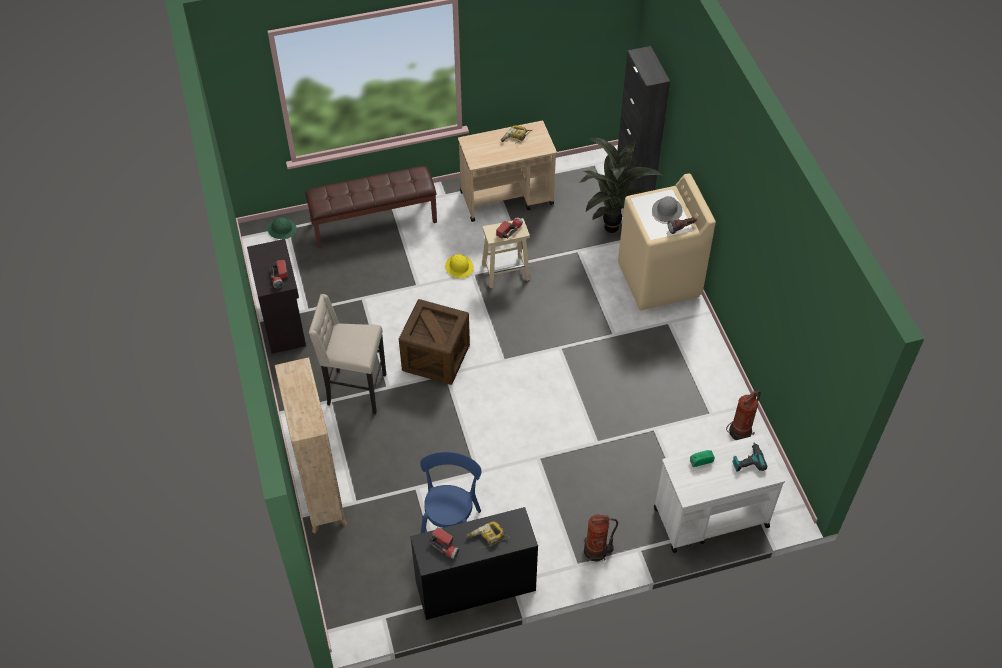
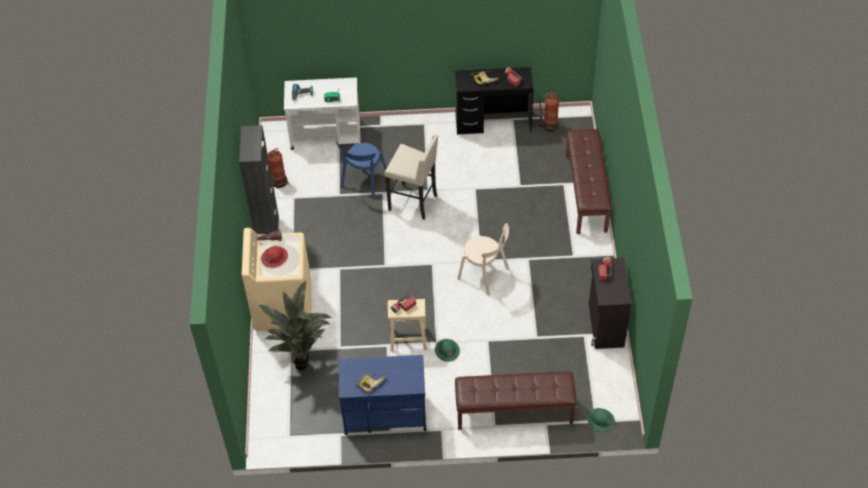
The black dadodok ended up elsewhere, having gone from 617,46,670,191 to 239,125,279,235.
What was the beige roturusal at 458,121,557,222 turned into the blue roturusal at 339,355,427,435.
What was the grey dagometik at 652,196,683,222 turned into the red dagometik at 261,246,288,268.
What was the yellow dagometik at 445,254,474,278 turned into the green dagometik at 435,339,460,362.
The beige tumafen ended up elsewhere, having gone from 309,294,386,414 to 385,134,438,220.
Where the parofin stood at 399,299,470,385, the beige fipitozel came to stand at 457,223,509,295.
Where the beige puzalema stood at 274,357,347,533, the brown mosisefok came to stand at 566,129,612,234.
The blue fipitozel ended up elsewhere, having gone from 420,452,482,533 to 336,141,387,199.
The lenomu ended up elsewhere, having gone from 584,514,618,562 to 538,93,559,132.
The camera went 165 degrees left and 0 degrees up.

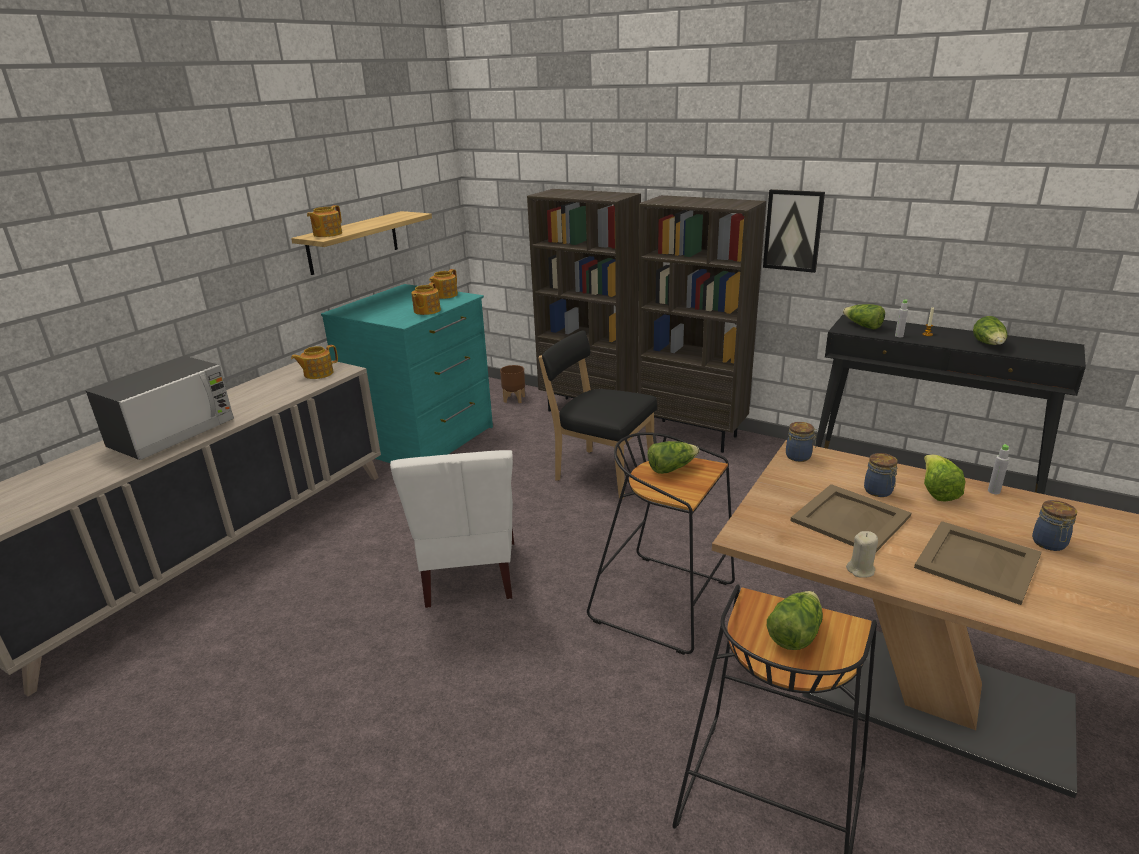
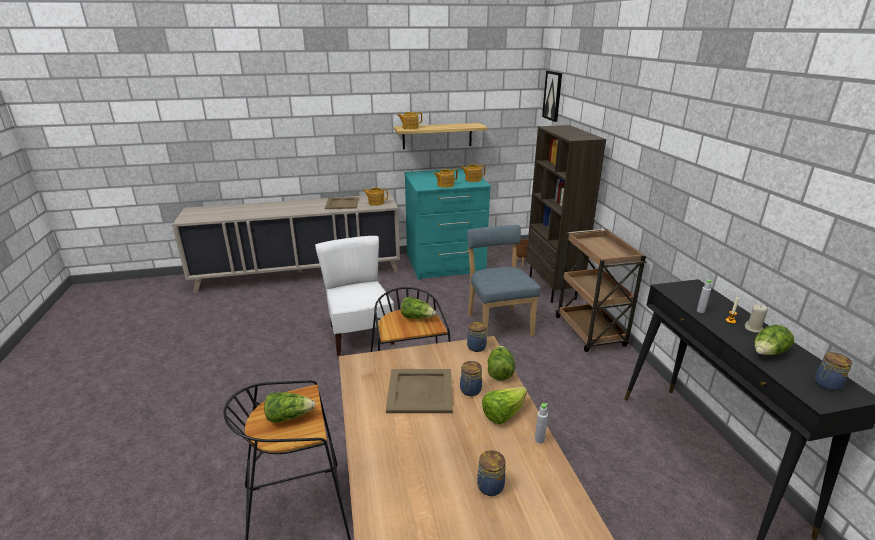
The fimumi ended up elsewhere, having gone from 763,189,825,273 to 542,71,562,122.
Where the brown puzalema stood at 638,195,766,453, the brown roturusal came to stand at 555,229,647,352.
The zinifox ended up elsewhere, having gone from 843,304,885,329 to 488,346,515,381.
What was the black fipitozel at 538,330,657,499 turned into the blue fipitozel at 467,225,541,337.
The second view lost the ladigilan at 86,356,234,460.
The white fipitozel at 390,450,514,608 ended up facing another way, 120 degrees clockwise from before.
The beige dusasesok ended up elsewhere, having gone from 914,521,1042,605 to 325,197,359,209.
The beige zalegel ended up elsewhere, having gone from 846,531,878,578 to 745,305,768,333.
The second view gained the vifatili at 815,352,853,391.
The camera went 45 degrees right and 0 degrees up.

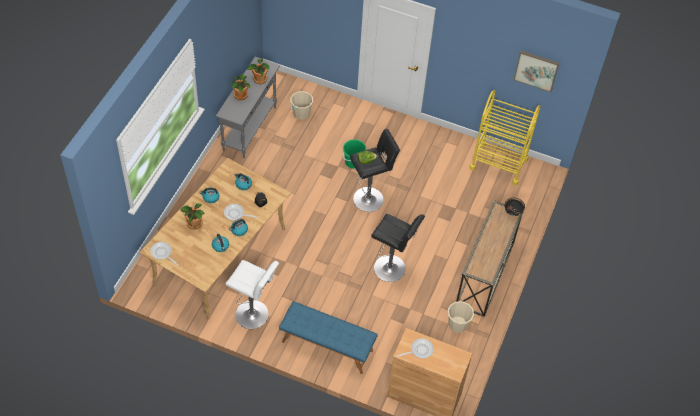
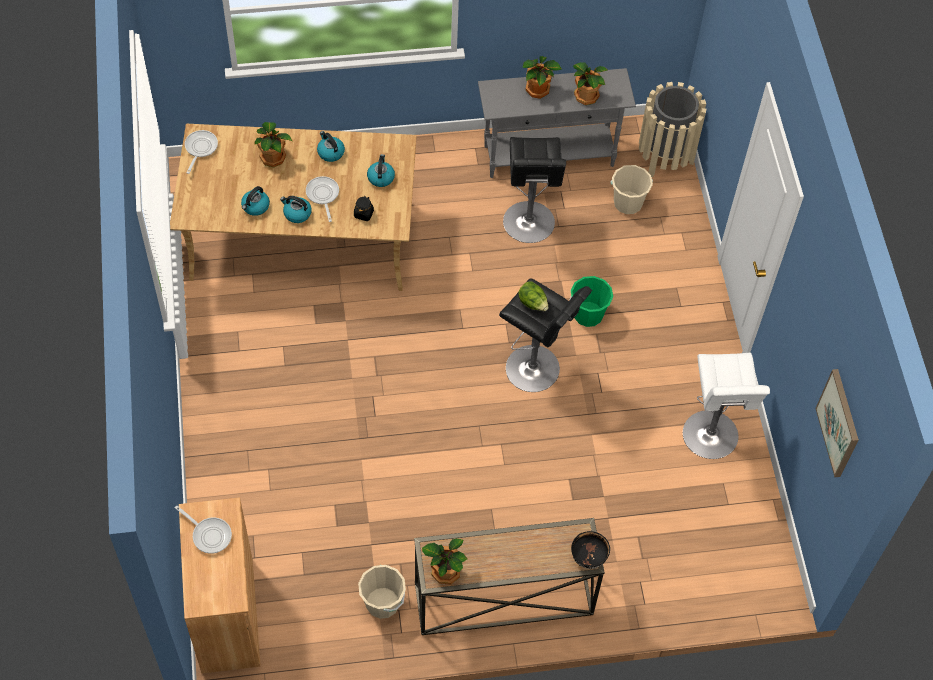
The second view lost the yellow roturusal at 469,90,541,185.
The black tumafen ended up elsewhere, having gone from 371,214,425,282 to 503,137,566,243.
The white tumafen ended up elsewhere, having gone from 226,260,279,329 to 683,353,770,459.
The second view lost the blue mosisefok at 279,301,378,374.
The second view gained the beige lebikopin at 639,82,706,177.
The second view gained the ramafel at 422,538,467,585.
The camera went 60 degrees right and 5 degrees up.

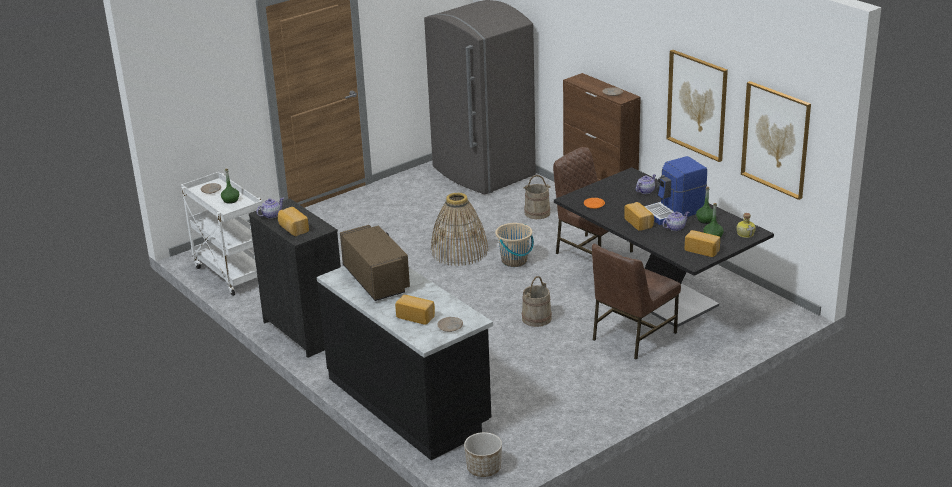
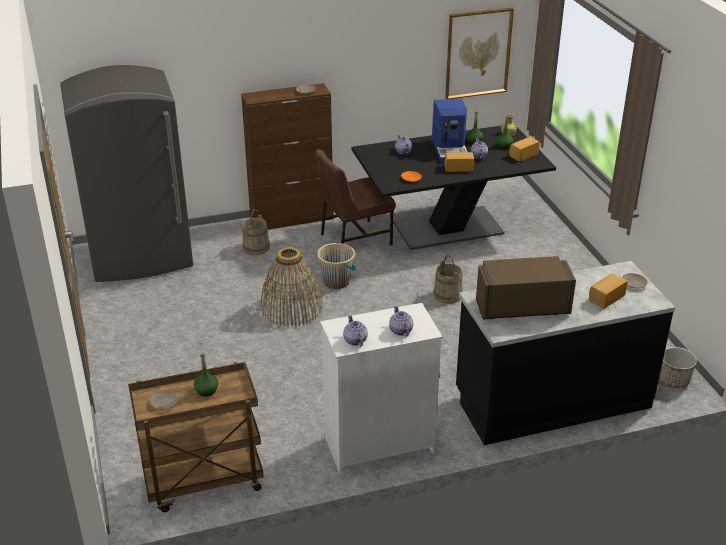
The second view lost the fimumi at 667,50,728,162.
What was the white roturusal at 181,172,262,296 turned into the brown roturusal at 128,362,263,512.
What was the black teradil at 249,199,341,358 turned into the white teradil at 320,303,442,474.
Where the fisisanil stood at 278,207,309,236, the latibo came to stand at 389,306,413,337.
The second view lost the brown fipitozel at 592,244,681,359.
The camera went 70 degrees left and 5 degrees up.

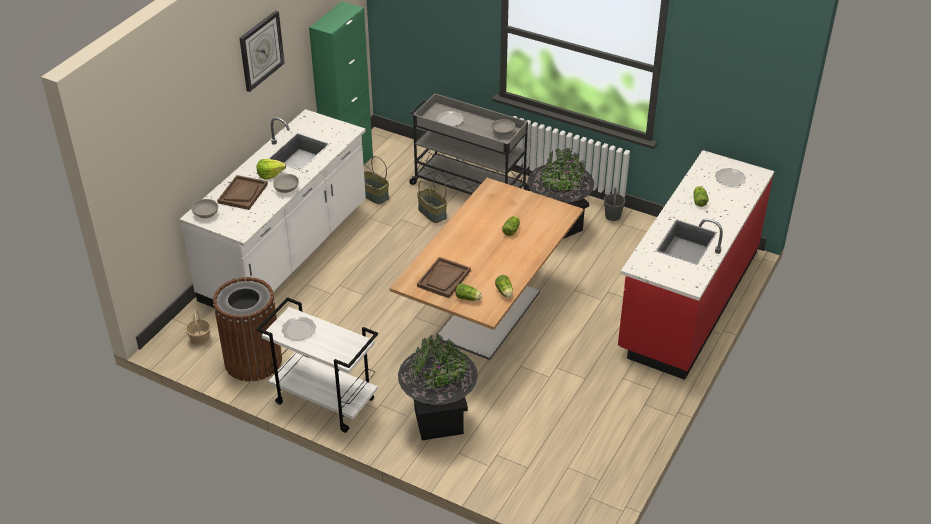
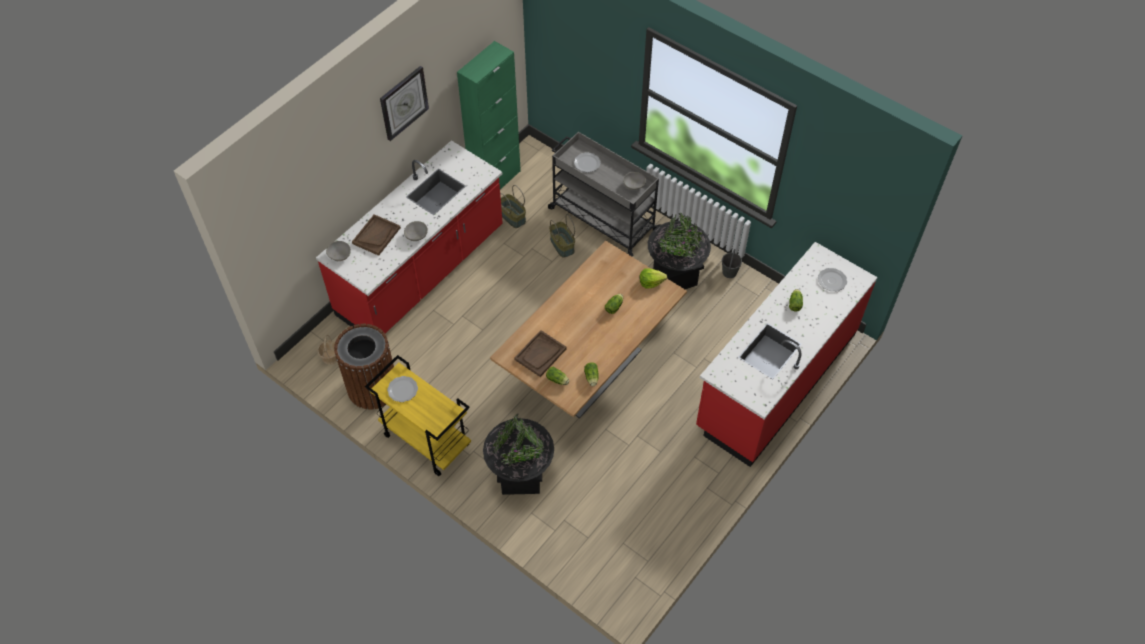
What was the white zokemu at 180,109,366,308 turned into the red zokemu at 316,140,503,333.
The zinifox ended up elsewhere, having gone from 256,159,286,180 to 639,268,667,289.
What was the white roturusal at 257,297,378,433 turned into the yellow roturusal at 365,355,471,476.
The camera went 10 degrees right and 15 degrees up.

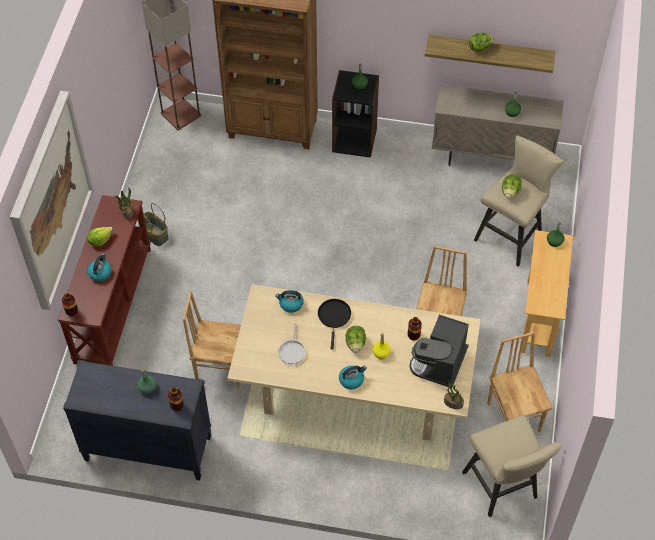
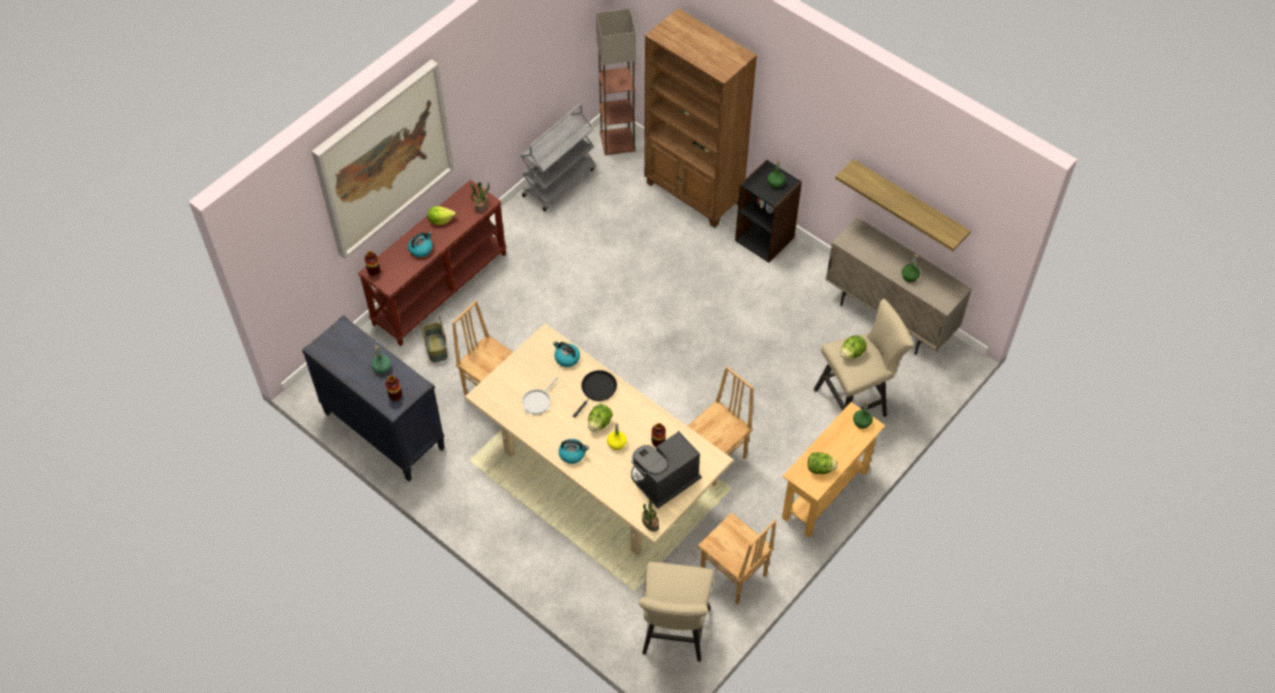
The zinifox ended up elsewhere, having gone from 469,32,494,52 to 808,452,838,474.
The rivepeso ended up elsewhere, having gone from 137,203,169,246 to 420,316,447,363.
The brown fipitozel at 487,332,552,432 ended up facing another way, 120 degrees clockwise from before.
The second view gained the grey roturusal at 520,104,596,211.
The camera went 30 degrees right and 0 degrees up.

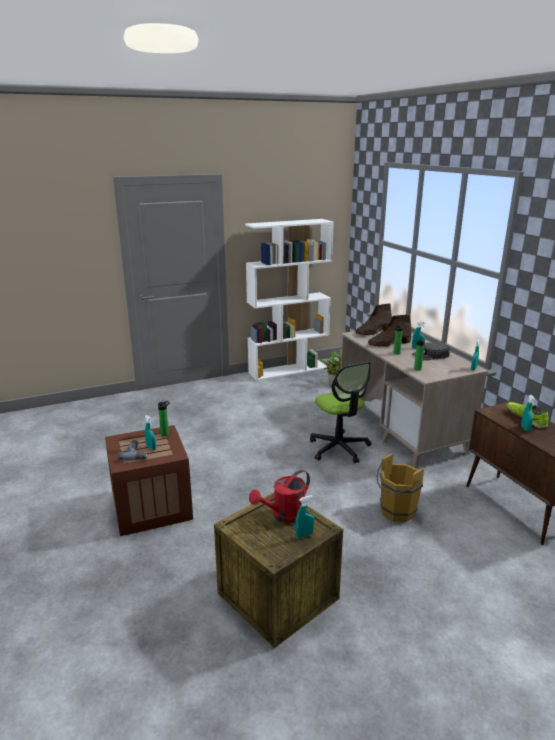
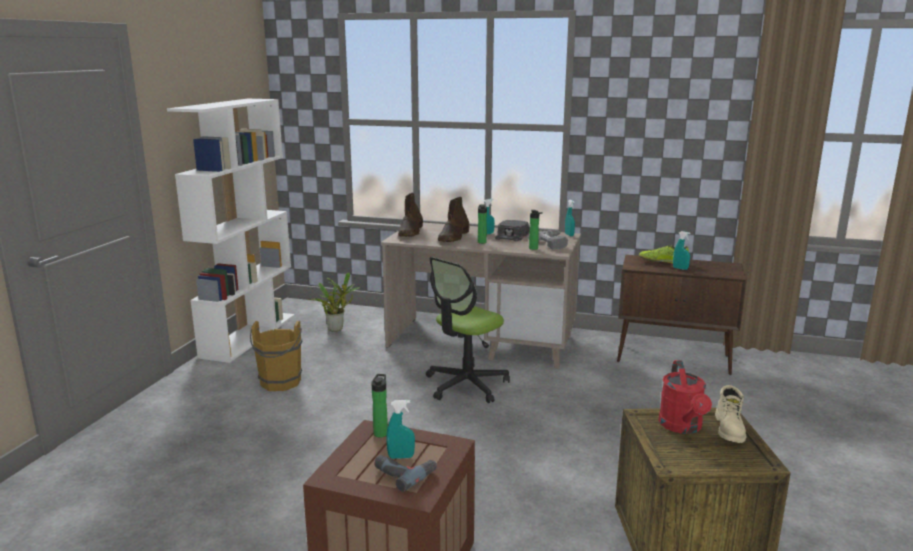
The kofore at 310,362,372,463 ended up facing another way, 120 degrees clockwise from before.
The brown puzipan ended up elsewhere, having gone from 377,453,424,522 to 250,321,302,391.
Where the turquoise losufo stood at 295,495,314,538, the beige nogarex came to stand at 715,385,746,443.
The second view gained the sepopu at 528,230,568,249.
The camera went 50 degrees left and 5 degrees down.

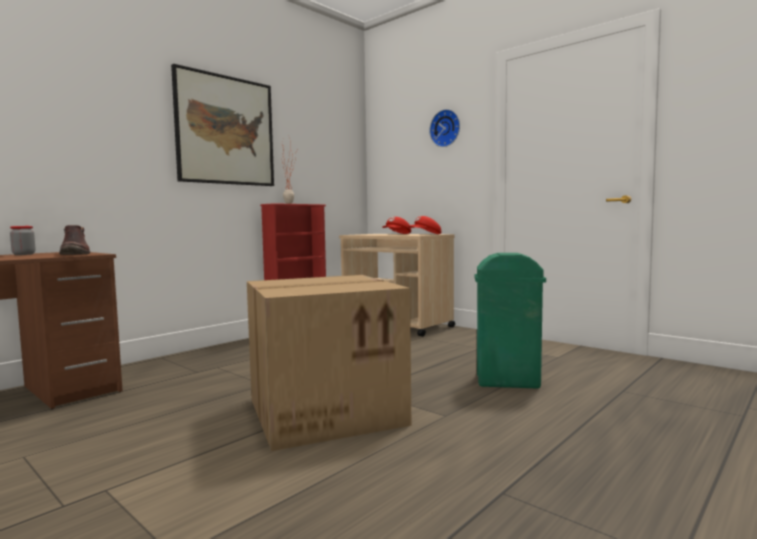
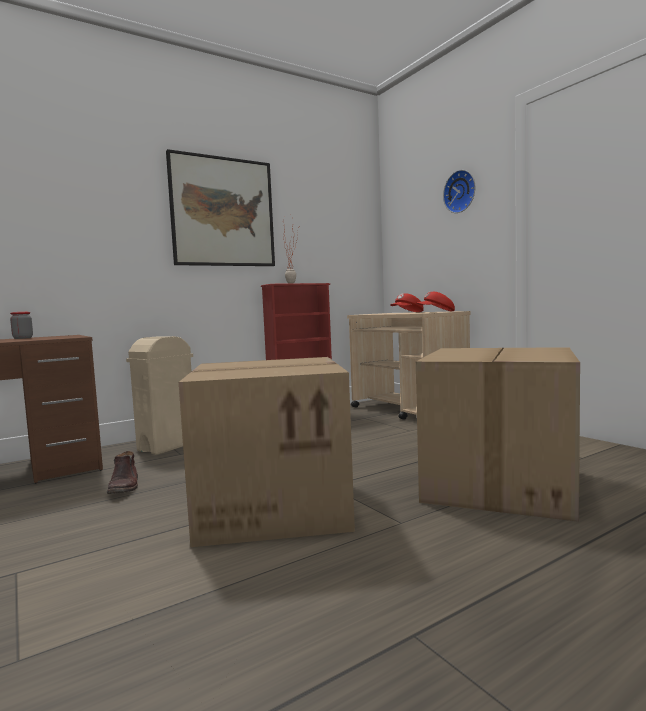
The brown nogarex ended up elsewhere, having gone from 59,225,90,255 to 107,451,138,494.
Where the green lebikopin stood at 474,253,546,389, the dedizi came to stand at 416,347,580,522.
The second view gained the beige lebikopin at 126,336,193,455.
The camera went 15 degrees right and 0 degrees up.

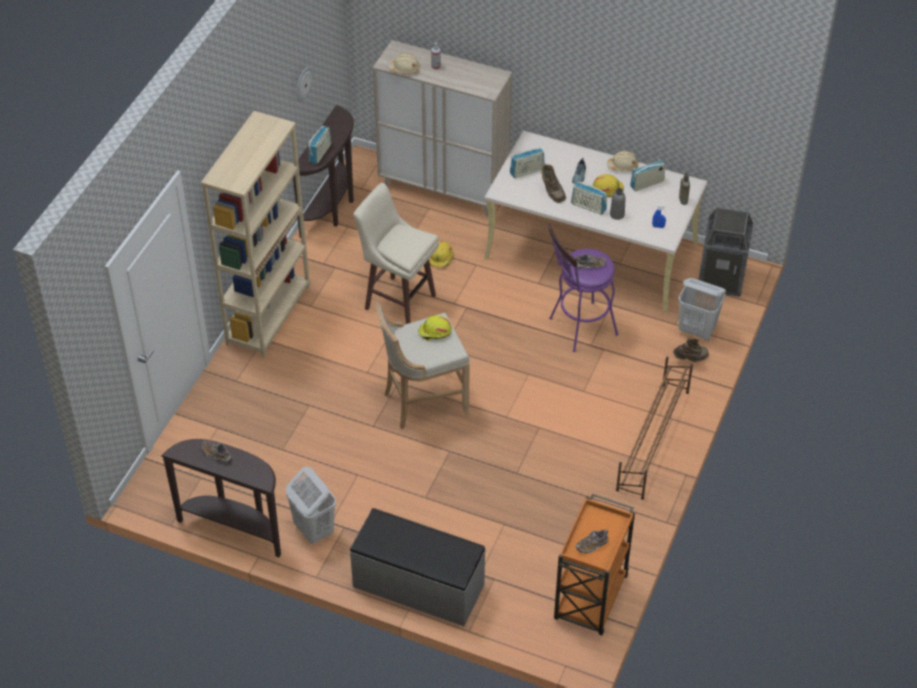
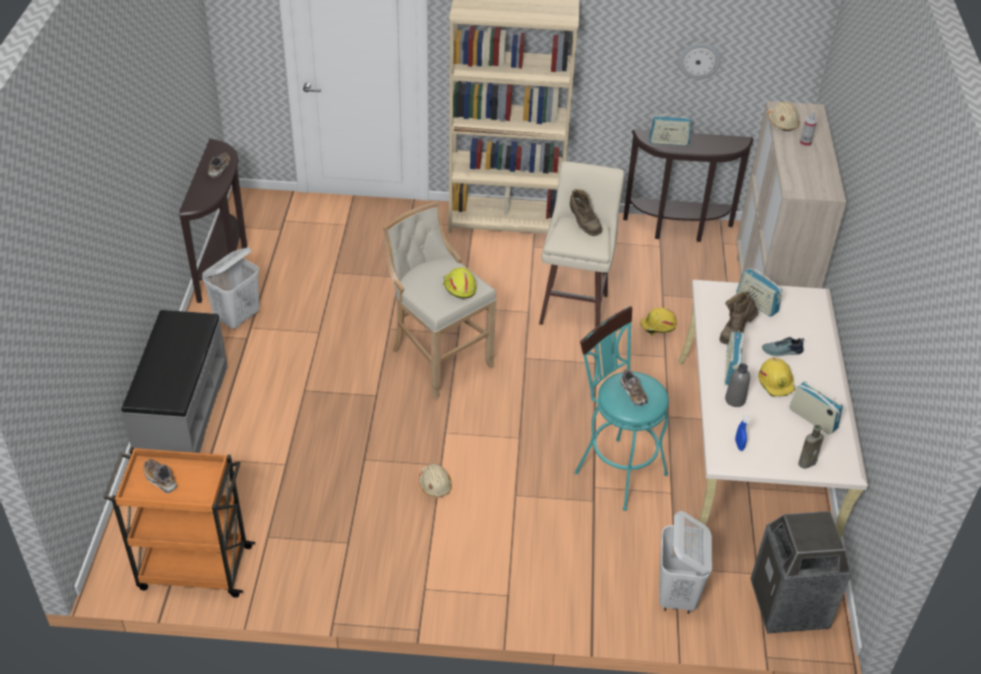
The beige dagometik ended up elsewhere, having gone from 607,151,638,172 to 419,464,452,498.
What was the purple tumafen at 547,224,618,352 turned into the turquoise tumafen at 575,306,669,511.
The brown nogarex ended up elsewhere, having gone from 673,338,709,362 to 570,189,603,236.
The second view lost the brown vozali at 616,357,693,500.
The camera went 70 degrees right and 5 degrees down.

